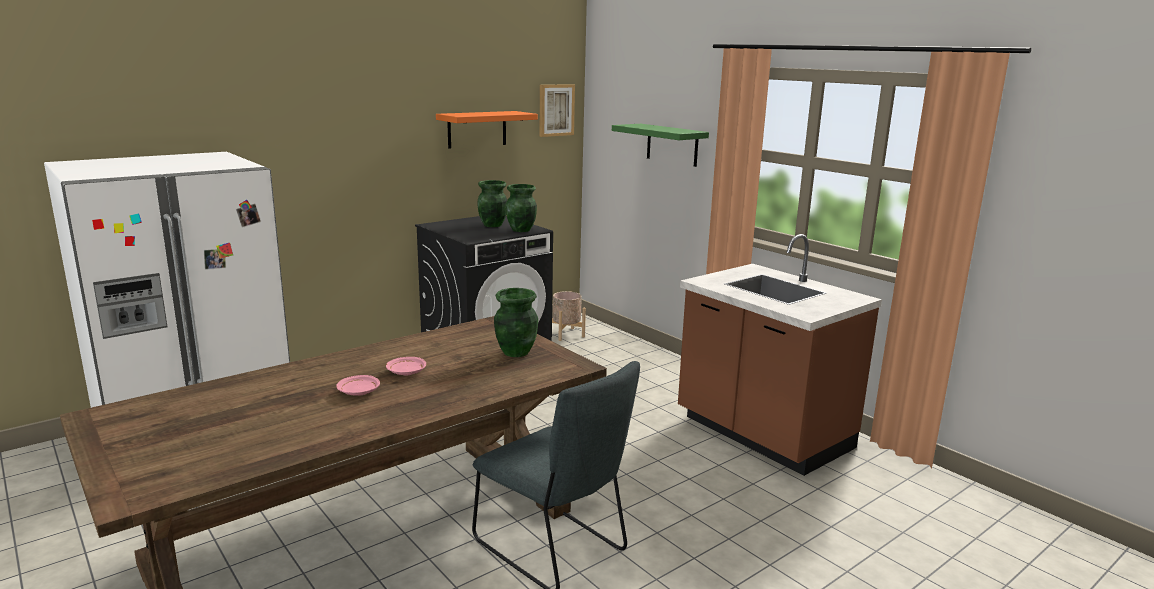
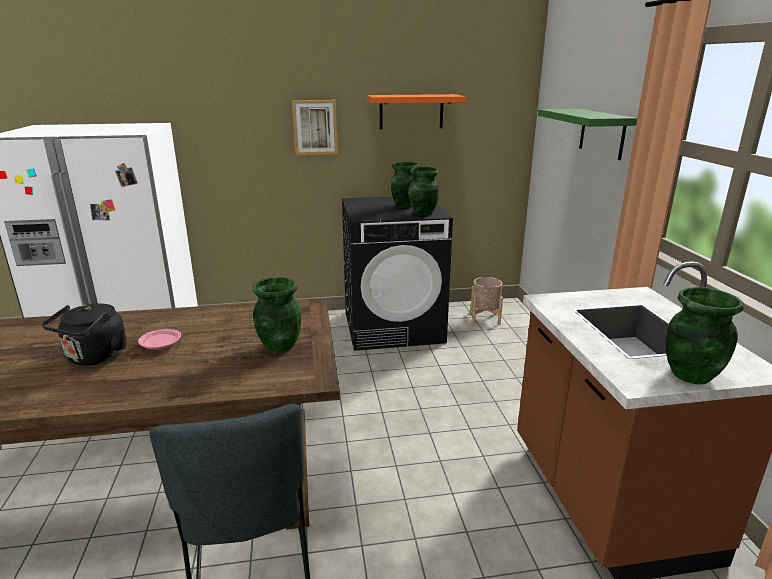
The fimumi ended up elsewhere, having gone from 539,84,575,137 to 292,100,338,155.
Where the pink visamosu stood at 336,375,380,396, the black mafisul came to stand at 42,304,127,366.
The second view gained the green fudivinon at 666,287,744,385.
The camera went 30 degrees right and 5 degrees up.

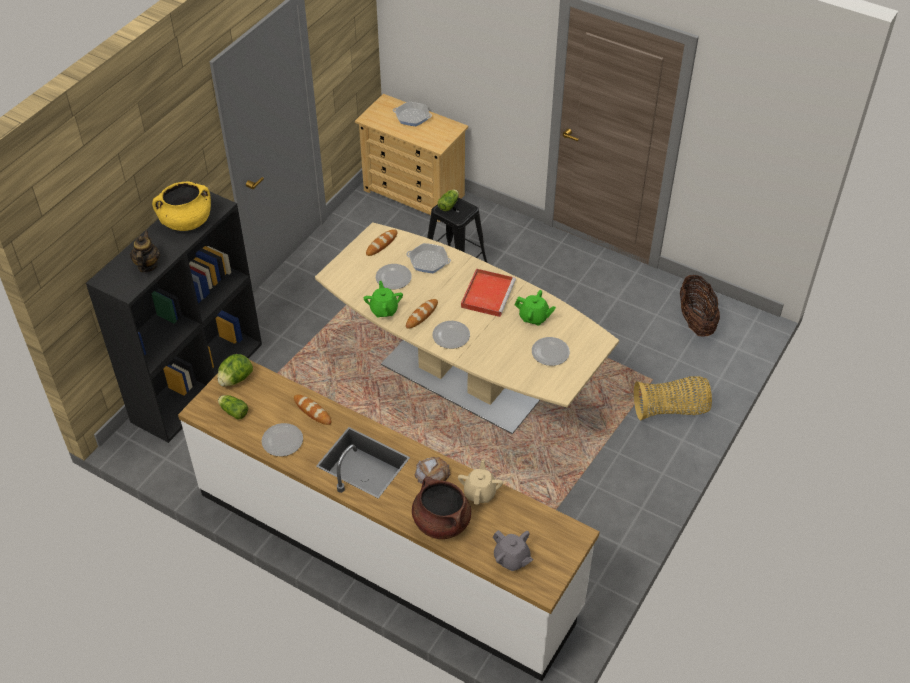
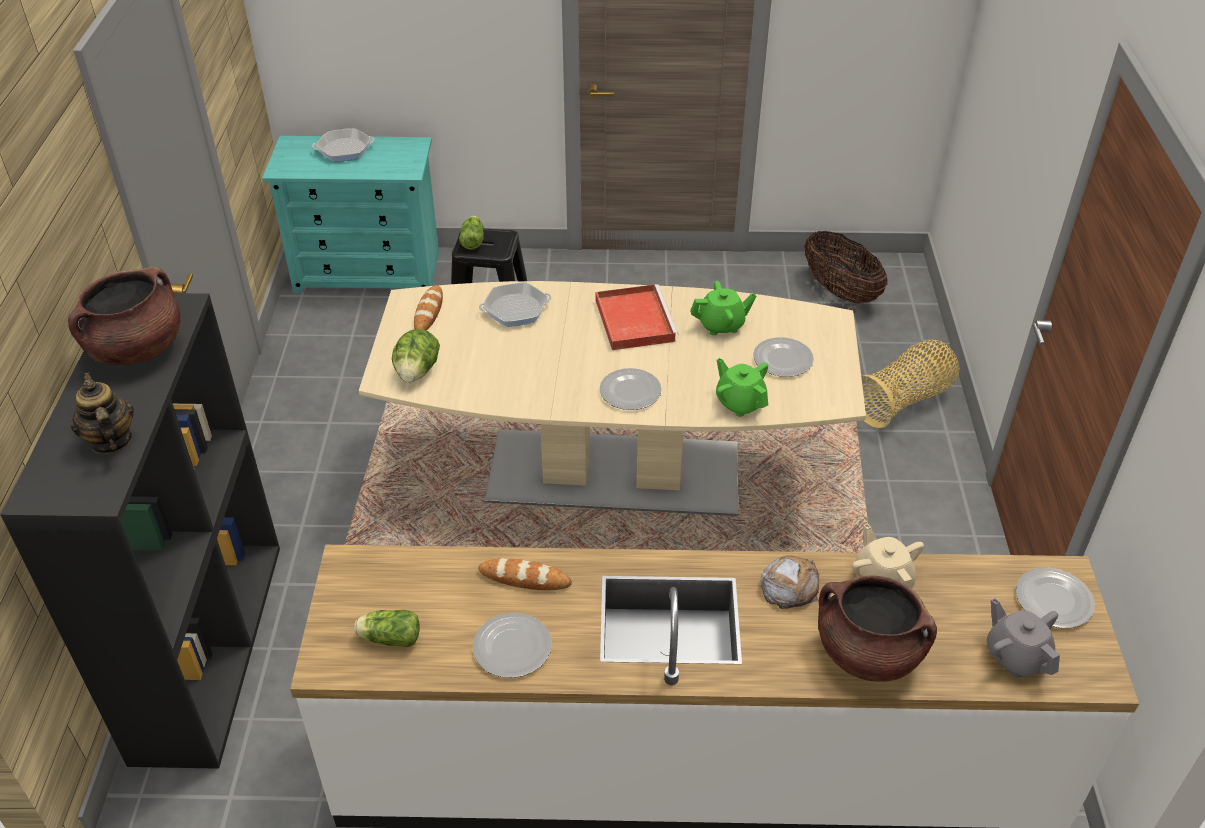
What was the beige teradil at 355,94,468,222 turned into the turquoise teradil at 262,136,439,293.
What was the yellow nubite at 152,181,211,231 turned into the brown nubite at 68,267,181,365.
The visamosu ended up elsewhere, having gone from 376,264,412,289 to 1016,568,1095,628.
The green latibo ended up elsewhere, having gone from 364,281,403,317 to 716,358,768,417.
The second view lost the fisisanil at 406,299,438,329.
The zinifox ended up elsewhere, having gone from 218,354,253,386 to 392,329,440,382.
The grey latibo at 493,530,533,571 ended up facing another way, 135 degrees counterclockwise from before.
The camera went 30 degrees left and 5 degrees down.

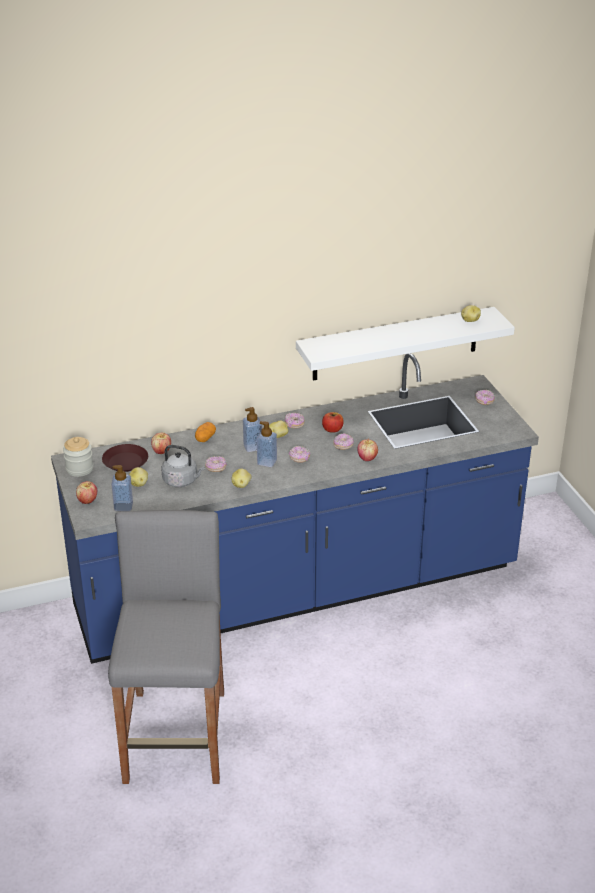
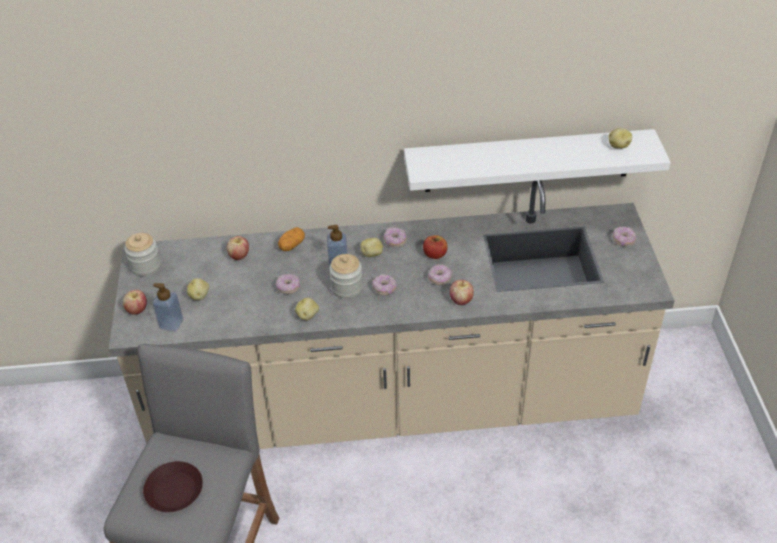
What was the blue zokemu at 51,353,539,664 turned into the beige zokemu at 109,180,675,449.
Where the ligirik stood at 257,421,277,467, the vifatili came to stand at 329,254,363,299.
The brown visamosu ended up elsewhere, having gone from 102,444,148,472 to 143,461,203,512.
The second view lost the grey mafisul at 161,445,204,487.
The camera went 15 degrees right and 10 degrees up.

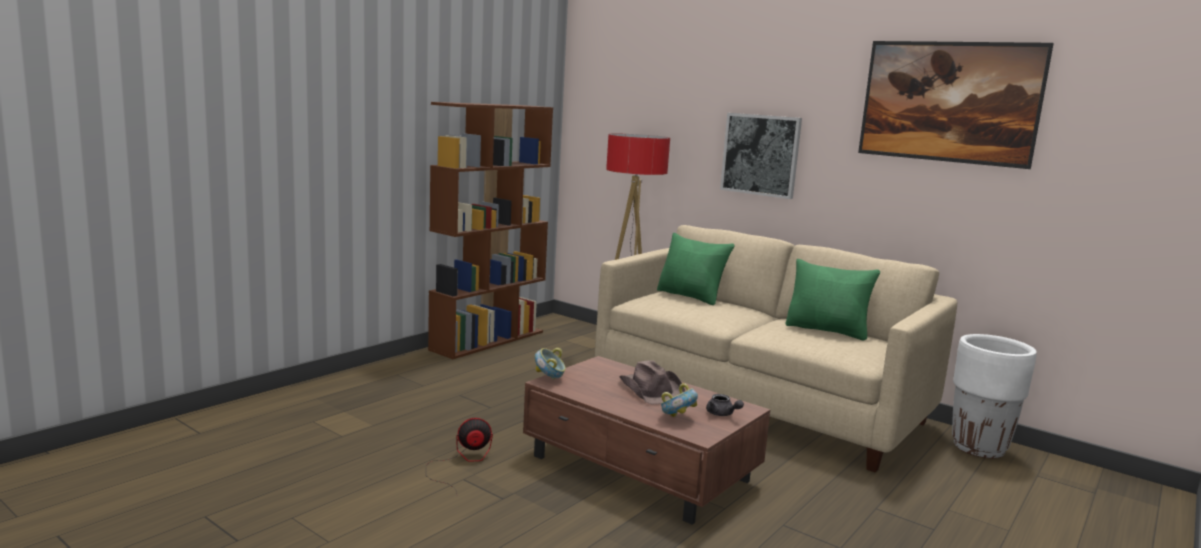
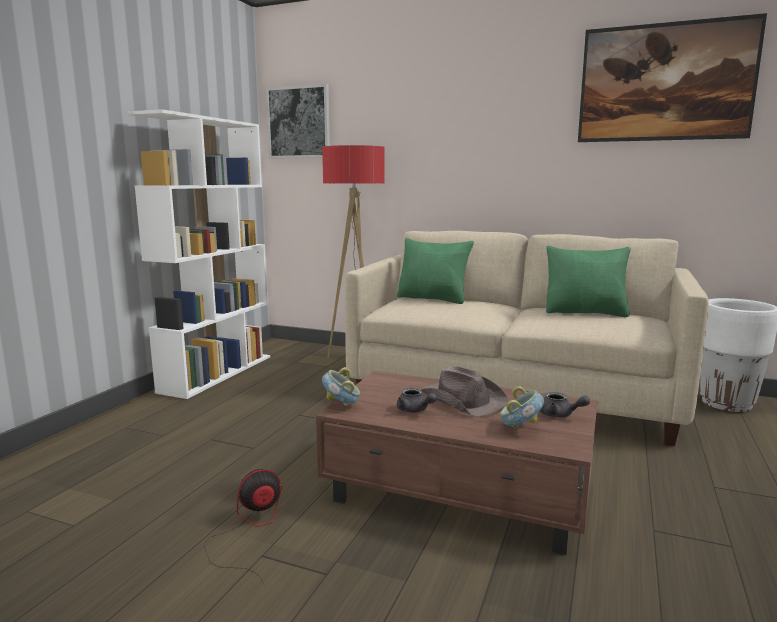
What was the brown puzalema at 428,102,553,359 turned into the white puzalema at 127,109,270,399.
The fimumi ended up elsewhere, having gone from 720,113,802,199 to 266,84,330,158.
The second view gained the grey latibo at 397,388,437,413.
The camera went 15 degrees left and 0 degrees up.

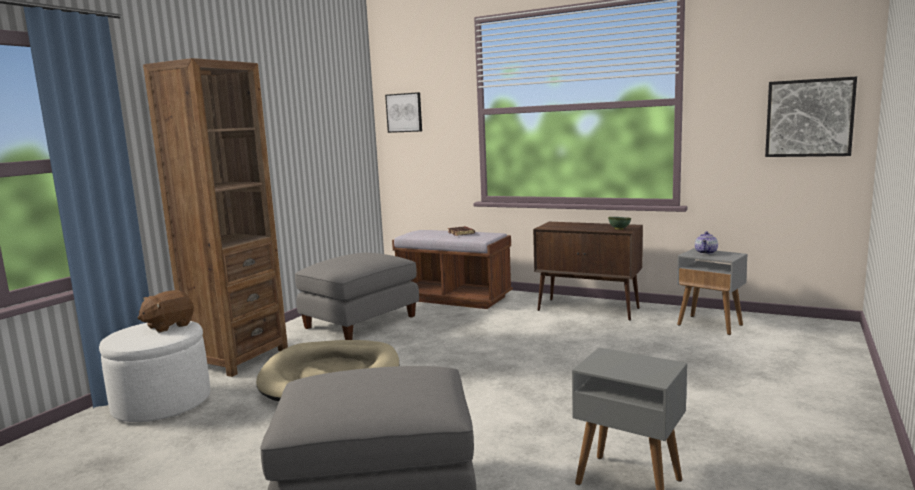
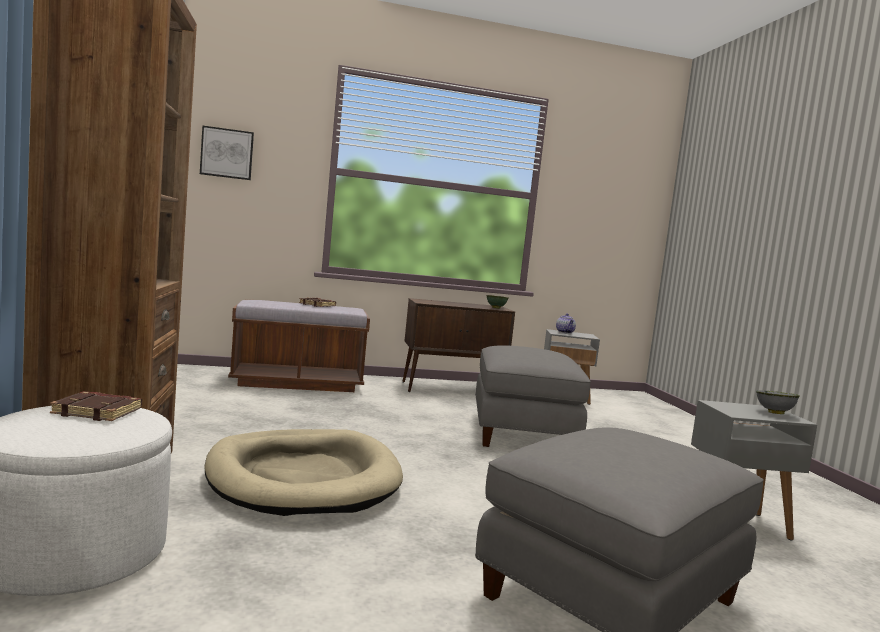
The second view lost the fimumi at 765,77,857,157.
The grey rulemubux ended up elsewhere, having gone from 295,253,419,340 to 475,345,591,447.
Where the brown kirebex stood at 138,290,194,333, the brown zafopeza came to stand at 50,391,142,421.
The second view gained the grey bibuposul at 756,390,800,414.
The camera went 40 degrees left and 5 degrees down.

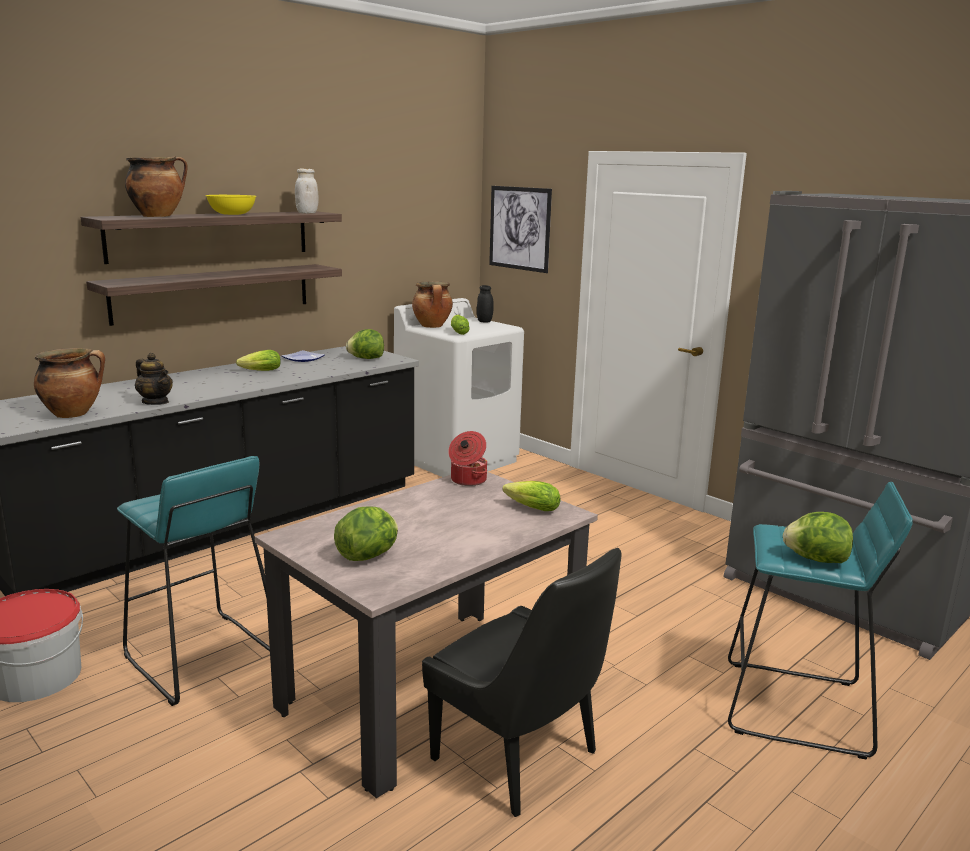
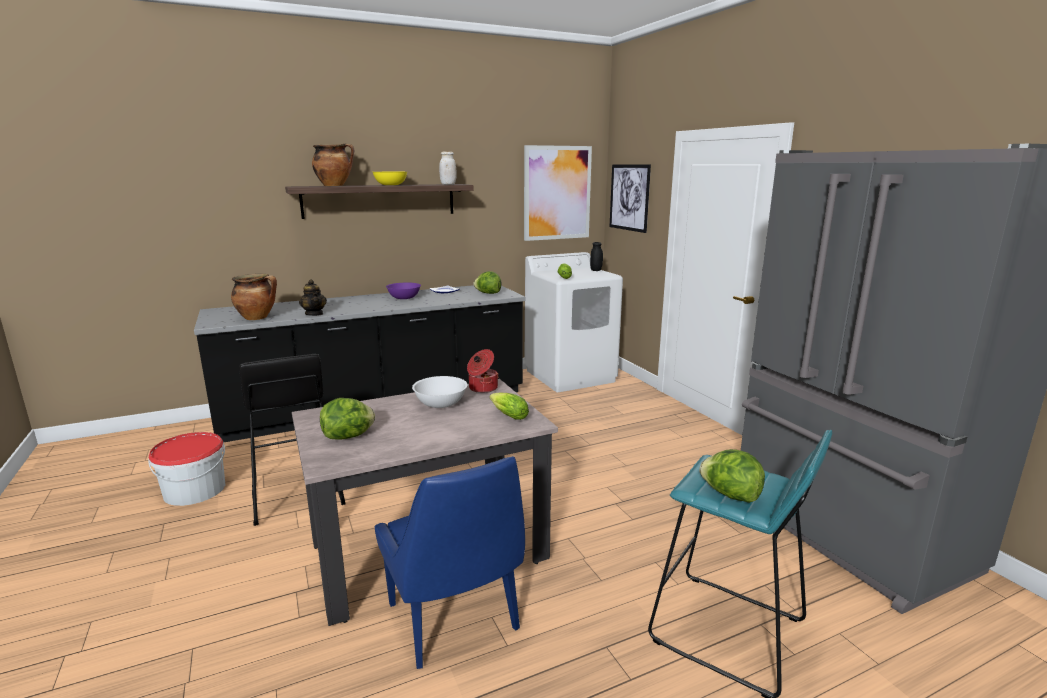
The second view lost the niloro at 86,264,342,326.
The second view lost the nubite at 412,281,453,328.
Where the zinifox stood at 236,350,281,371, the purple bibuposul came to stand at 386,282,421,299.
What was the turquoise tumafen at 117,456,270,706 turned into the black tumafen at 239,354,346,526.
What was the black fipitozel at 422,547,622,817 turned into the blue fipitozel at 374,456,525,669.
The second view gained the fimumi at 524,145,592,241.
The second view gained the white bibuposul at 412,376,468,408.
The camera went 20 degrees right and 0 degrees up.

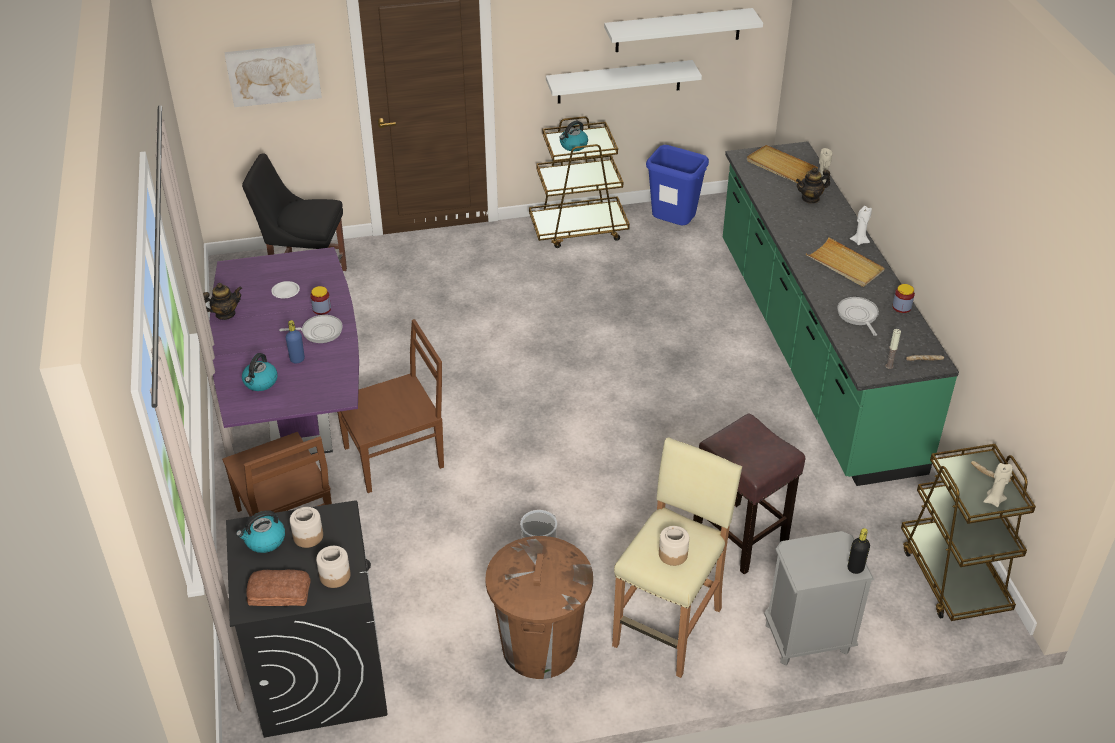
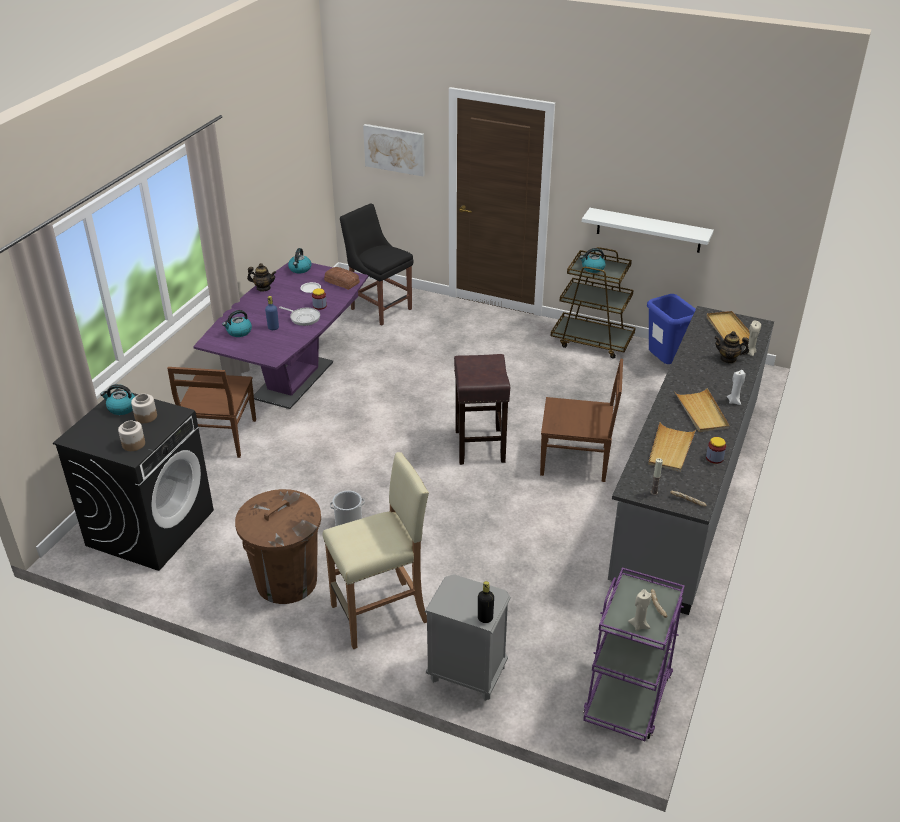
The second view lost the white niloro at 604,8,763,52.
What was the green zokemu at 723,141,959,486 turned into the grey zokemu at 608,306,774,615.
Where the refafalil stood at 837,297,879,336, the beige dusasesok came to stand at 648,422,696,472.
The brown fipitozel ended up elsewhere, having gone from 337,319,444,493 to 540,359,623,482.
The brown tumafen ended up elsewhere, having gone from 693,414,805,575 to 454,354,510,465.
What was the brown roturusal at 901,444,1036,621 turned into the purple roturusal at 583,567,685,741.
The second view lost the vifatili at 659,526,689,566.
The fisisanil ended up elsewhere, having gone from 246,570,311,606 to 324,267,360,290.
The second view gained the mafisul at 288,248,312,273.
The camera went 35 degrees right and 5 degrees down.

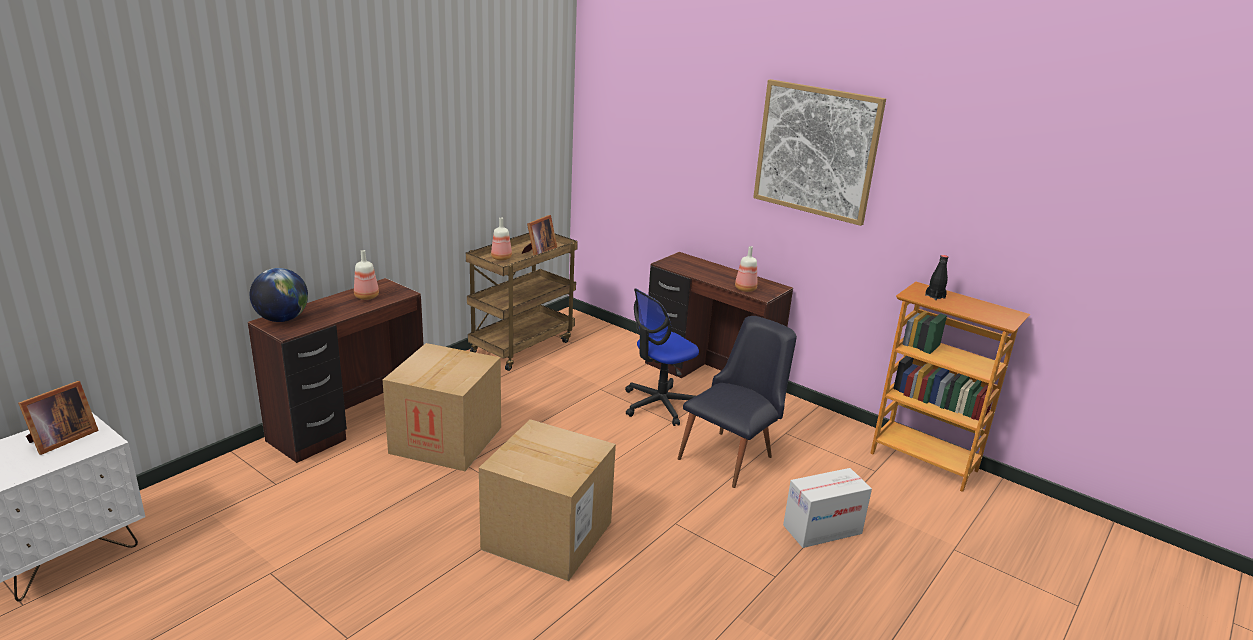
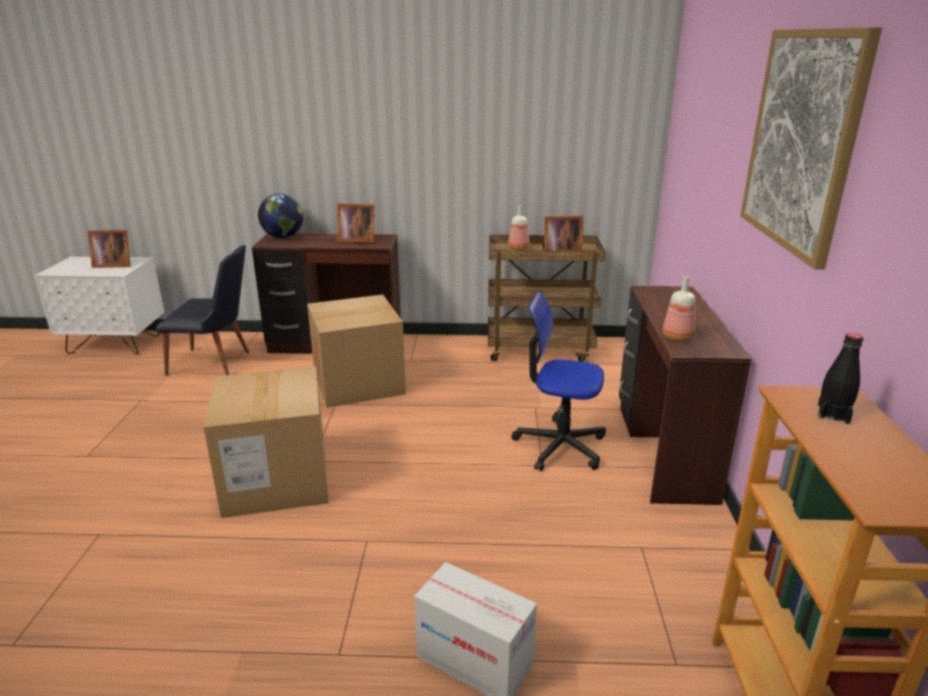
Where the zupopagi stood at 354,250,379,300, the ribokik came to stand at 337,203,375,243.
The black fipitozel ended up elsewhere, having gone from 678,316,797,488 to 156,245,249,376.
The camera went 55 degrees right and 0 degrees up.

